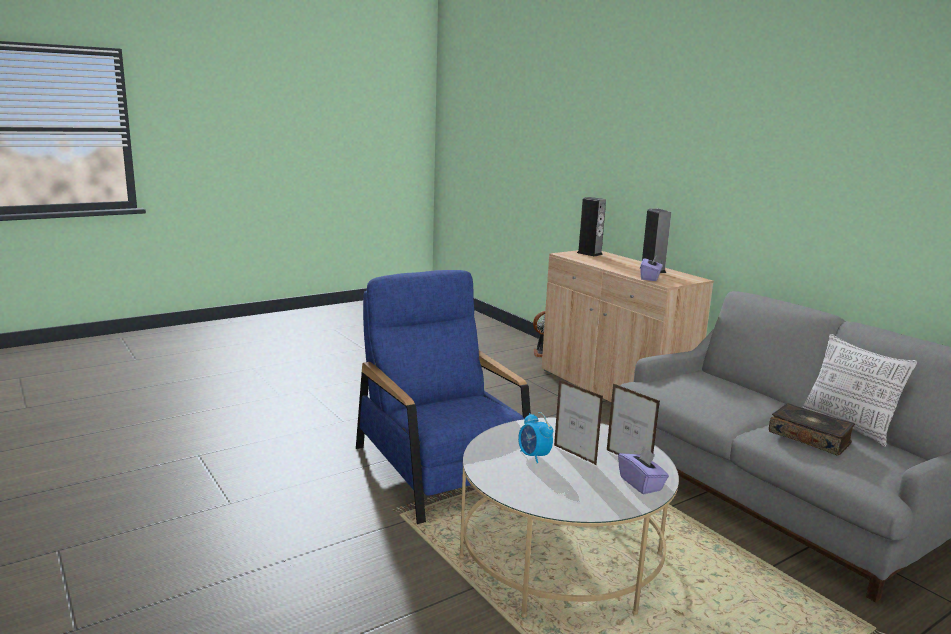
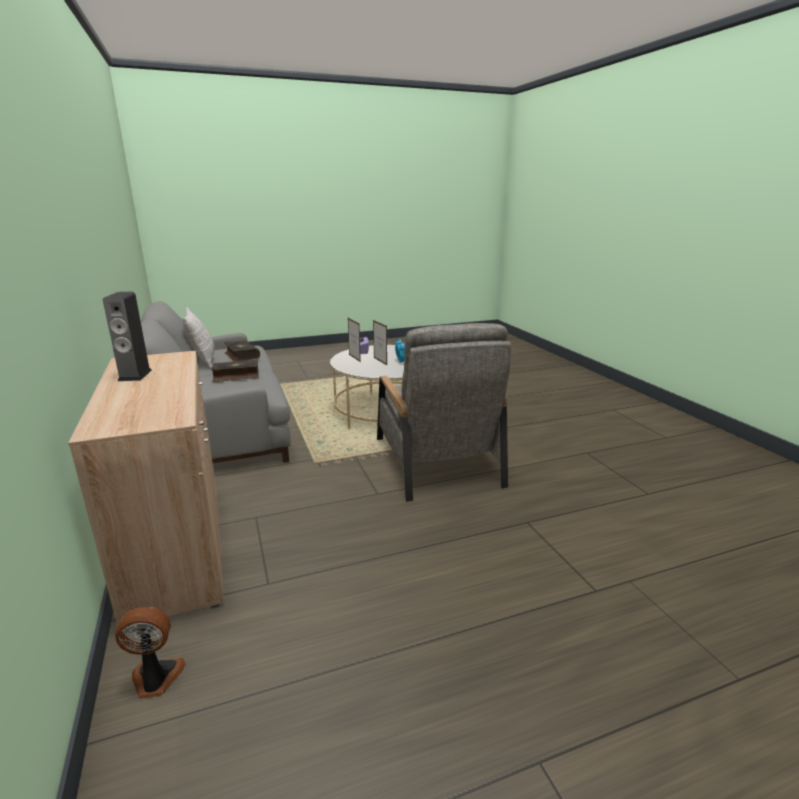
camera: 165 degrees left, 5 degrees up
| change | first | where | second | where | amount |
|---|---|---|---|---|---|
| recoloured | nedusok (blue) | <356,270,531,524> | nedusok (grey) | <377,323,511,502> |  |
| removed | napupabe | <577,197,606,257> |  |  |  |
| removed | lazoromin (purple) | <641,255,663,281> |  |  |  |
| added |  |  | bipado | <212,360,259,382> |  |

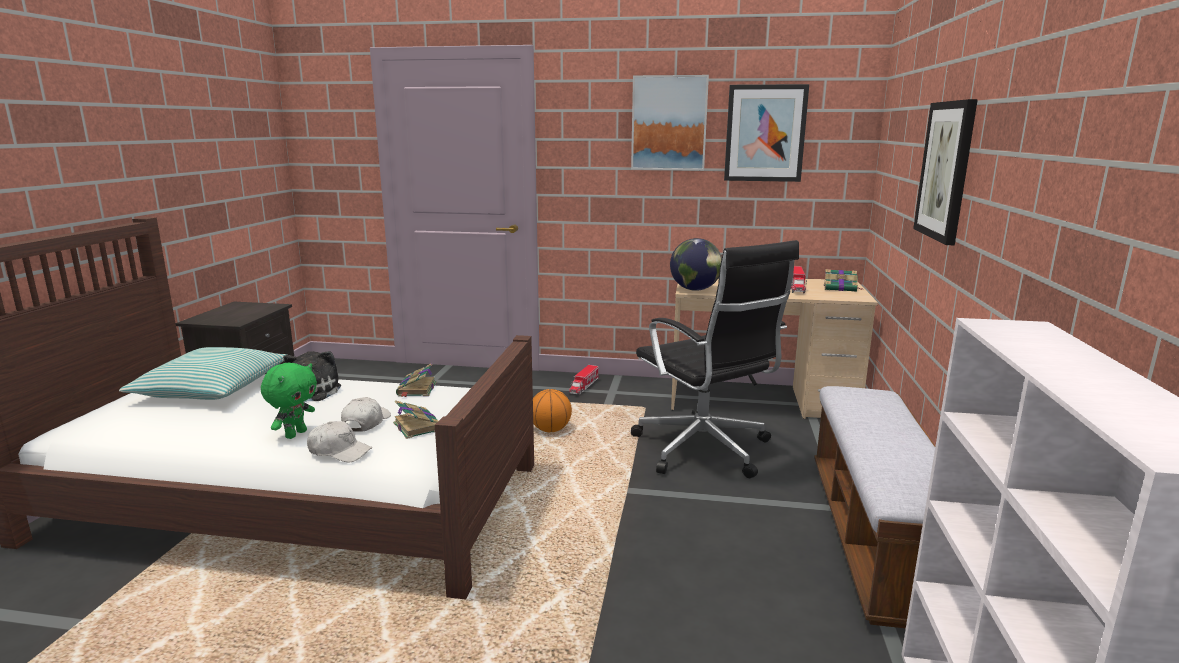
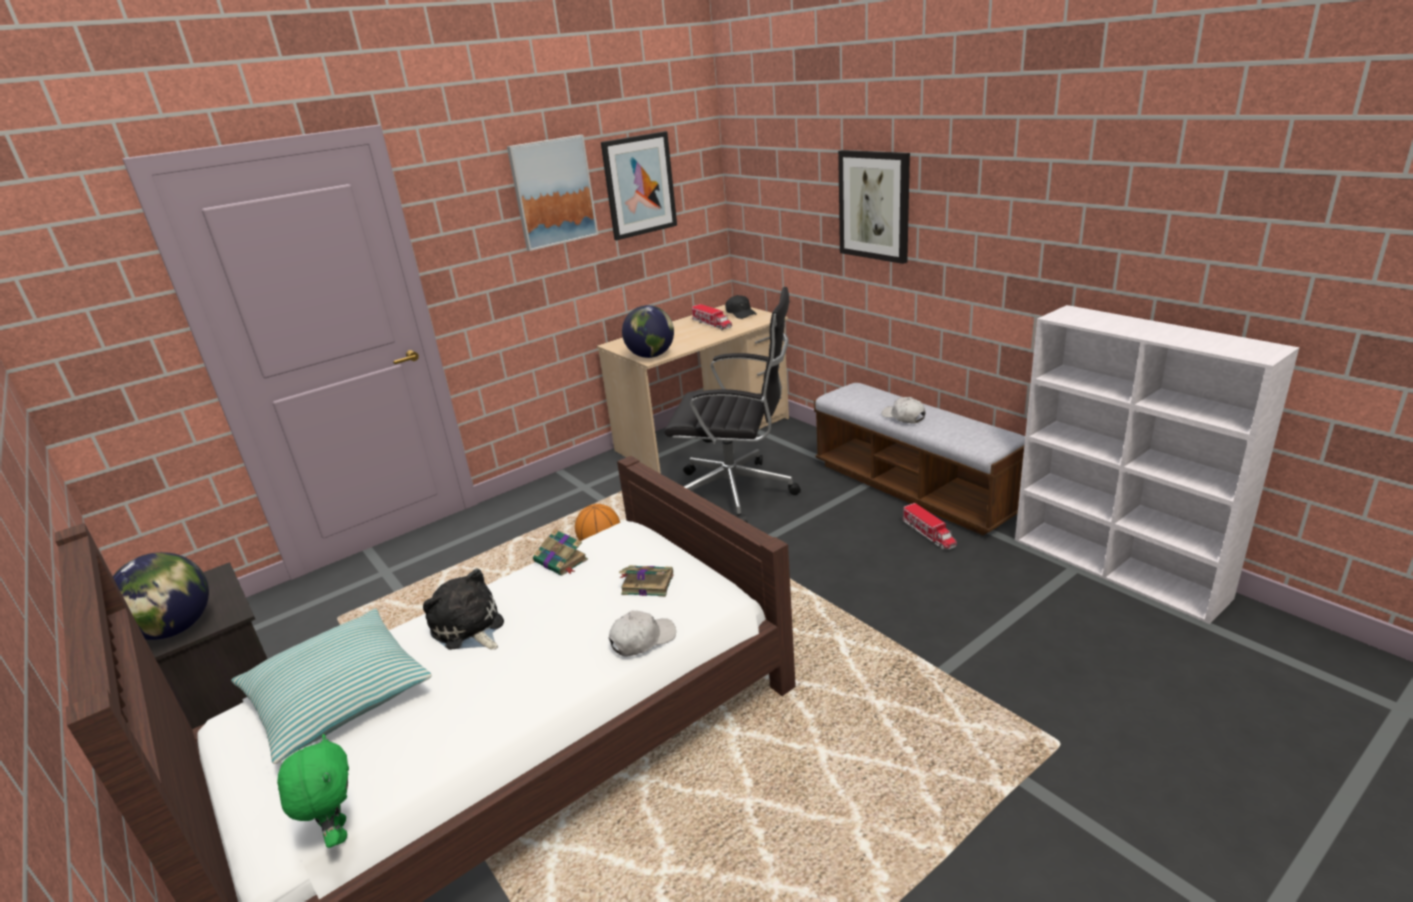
camera: 45 degrees left, 10 degrees up
| change | first | where | second | where | amount |
|---|---|---|---|---|---|
| moved | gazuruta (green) | <261,363,317,439> |  | <277,734,349,848> |  |
| moved | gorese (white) | <341,397,391,432> |  | <882,397,926,424> |  |
| moved | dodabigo | <569,365,599,395> |  | <903,503,957,550> |  |
| replaced | bipado | <824,269,863,292> | gorese (black) | <725,295,757,319> |  |
| added |  |  | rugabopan | <113,552,209,640> |  |

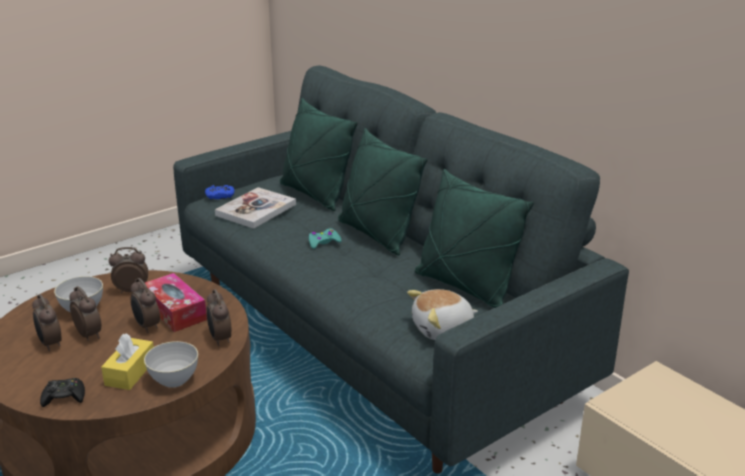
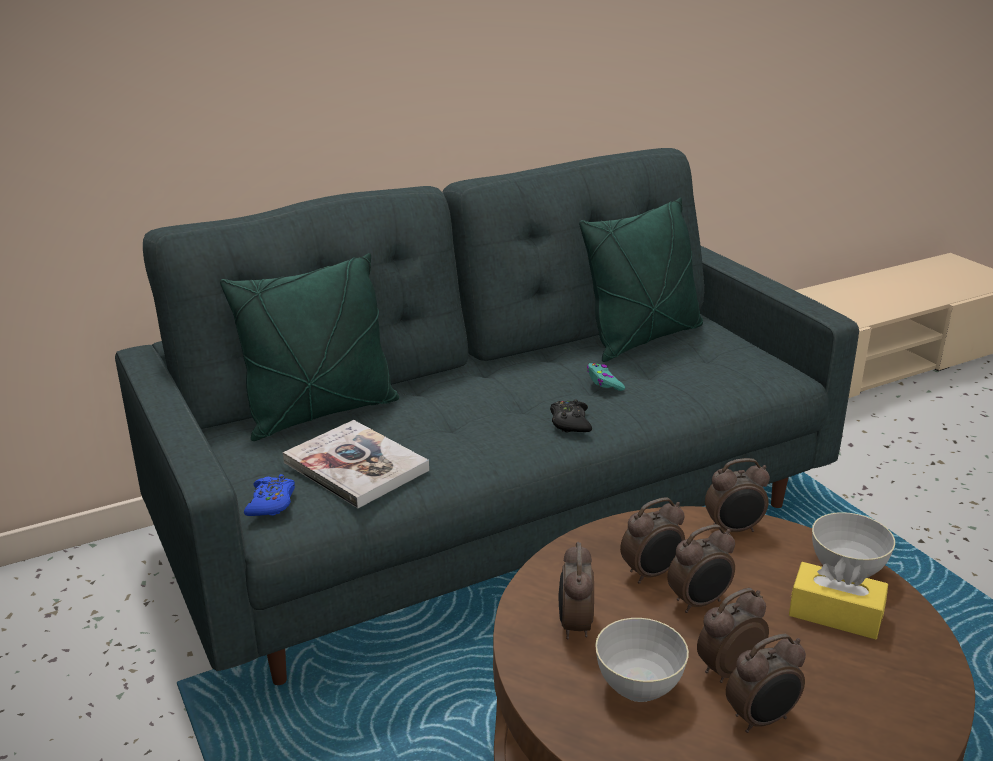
camera: 80 degrees left, 0 degrees up
| change | first | where | second | where | amount |
|---|---|---|---|---|---|
| moved | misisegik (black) | <40,378,85,407> |  | <550,399,592,433> |  |
| replaced | lazoromin | <144,273,207,332> | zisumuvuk | <620,498,685,584> |  |
| moved | misisegik (turquoise) | <308,228,342,249> |  | <587,363,625,391> |  |
| removed | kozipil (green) | <338,128,427,255> |  |  |  |
| removed | gazuruta | <407,289,478,340> |  |  |  |

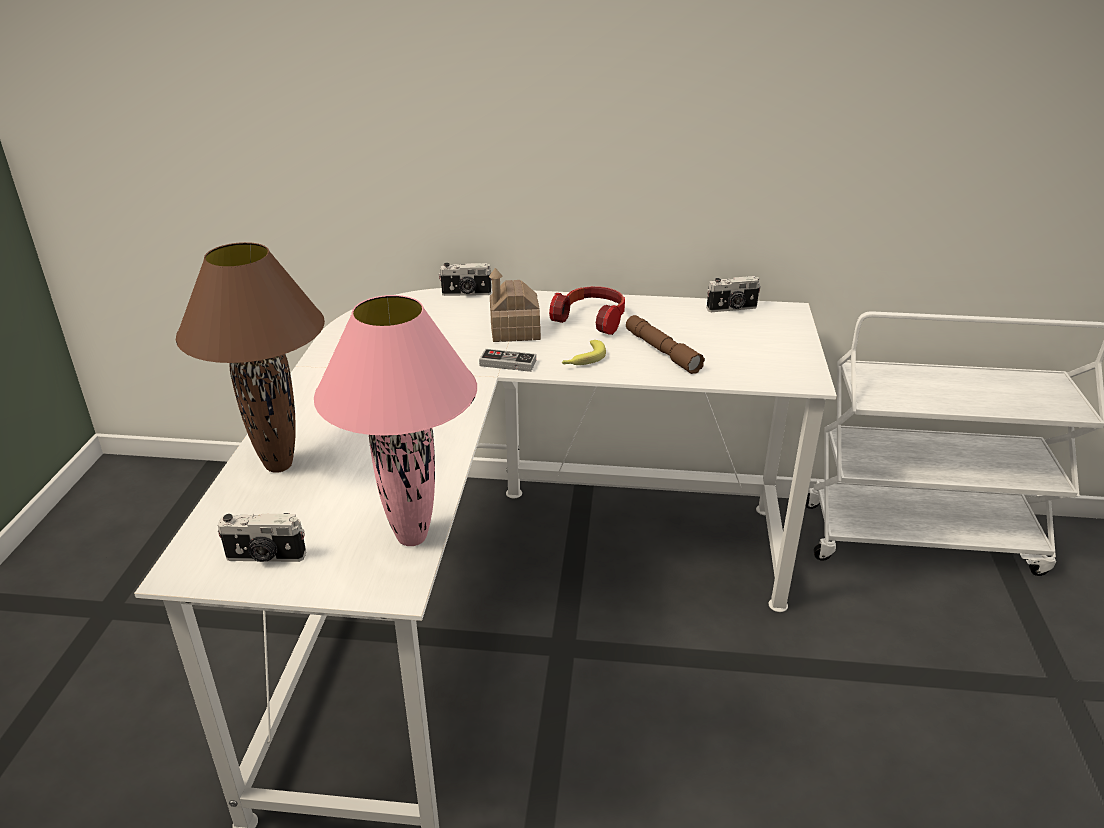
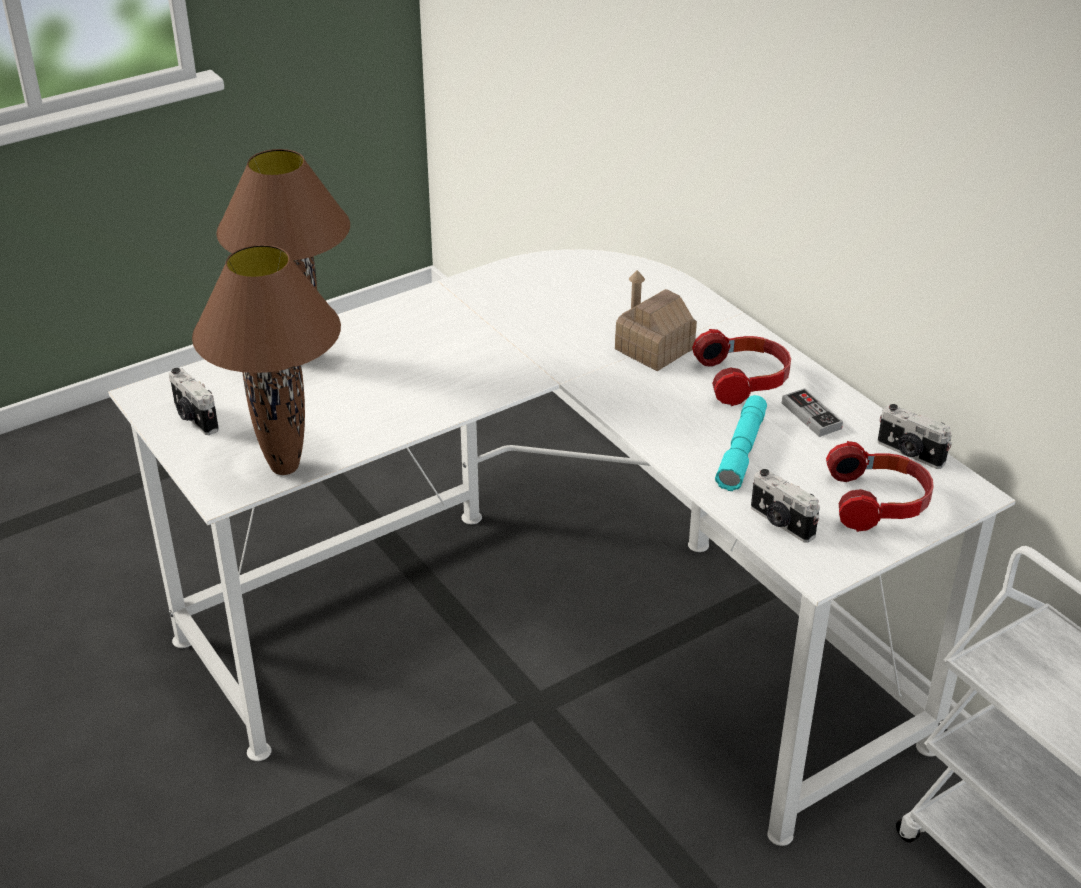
camera: 50 degrees right, 5 degrees up
| change | first | where | second | where | amount |
|---|---|---|---|---|---|
| recoloured | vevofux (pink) | <314,295,477,546> | vevofux (brown) | <192,245,341,475> |  |
| moved | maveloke | <439,263,492,296> |  | <751,469,820,543> |  |
| moved | misisegik | <479,349,536,372> |  | <782,388,843,437> |  |
| removed | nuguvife | <562,340,606,365> |  |  |  |
| recoloured | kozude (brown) | <626,315,705,374> | kozude (turquoise) | <715,395,767,491> |  |
| added |  |  | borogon | <826,441,934,532> |  |

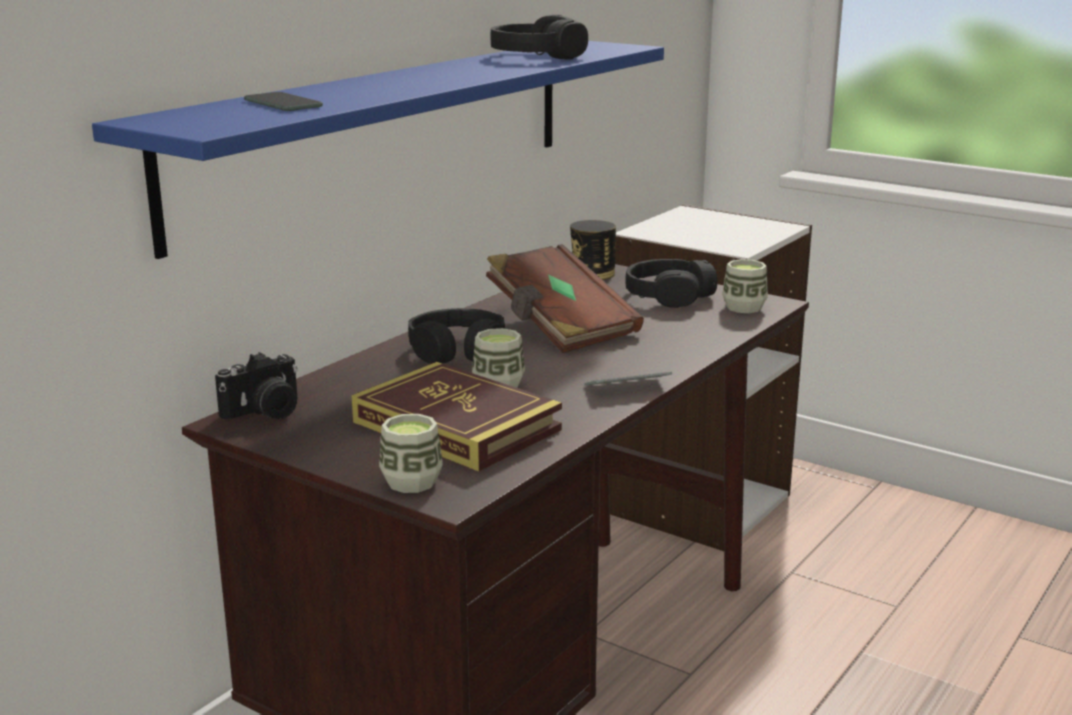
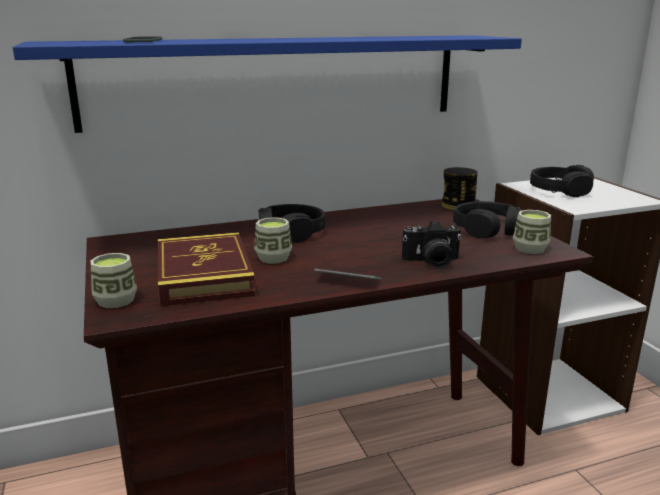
camera: 35 degrees right, 0 degrees up
| change | first | where | second | where | amount |
|---|---|---|---|---|---|
| moved | maveloke | <215,352,298,419> |  | <402,221,461,268> |  |
| removed | bipado (brown) | <486,244,644,353> |  |  |  |
| moved | borogon (black) | <490,15,588,60> |  | <530,165,594,197> |  |

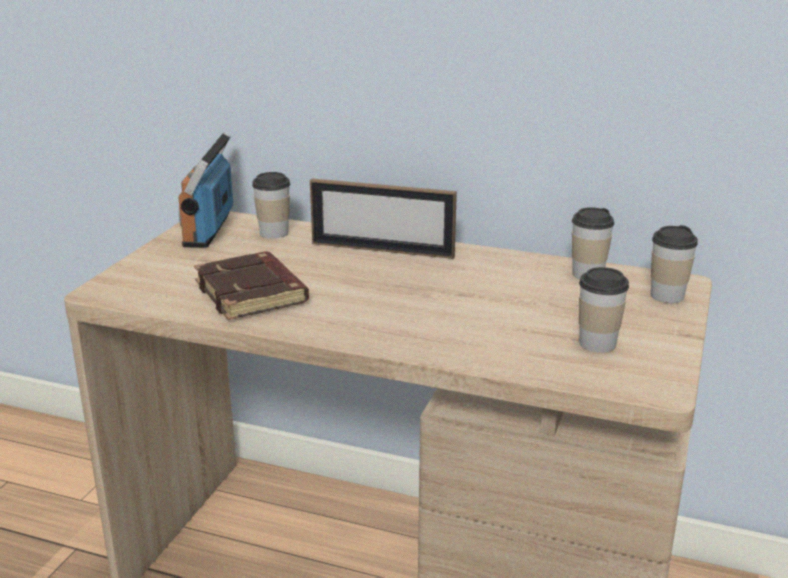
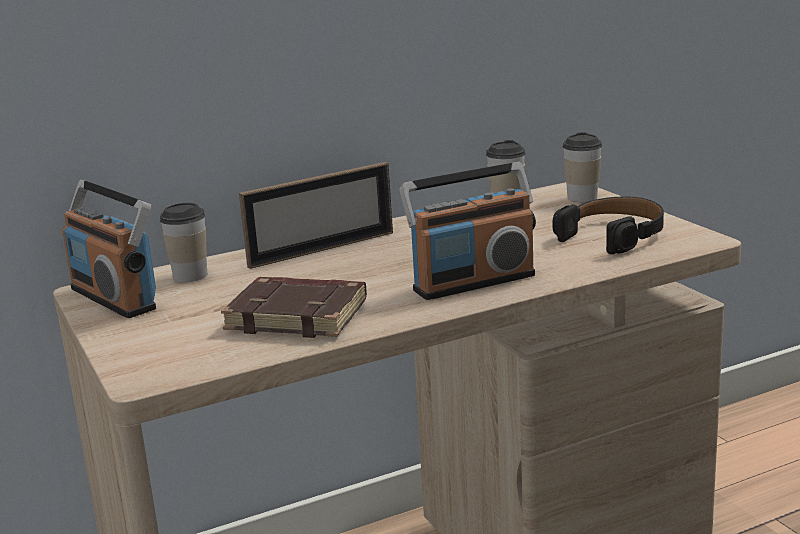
camera: 45 degrees left, 5 degrees down
| change | first | where | second | where | amount |
|---|---|---|---|---|---|
| replaced | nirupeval | <579,267,629,352> | borogon (black) | <552,197,664,254> |  |
| added |  |  | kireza | <400,162,536,300> |  |

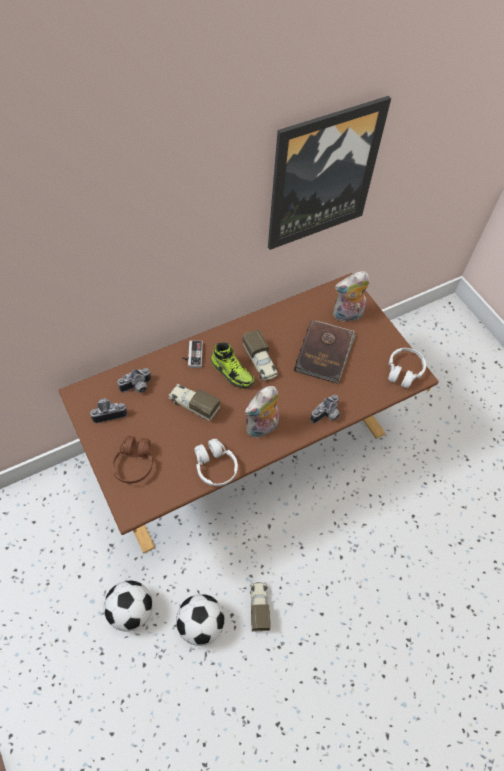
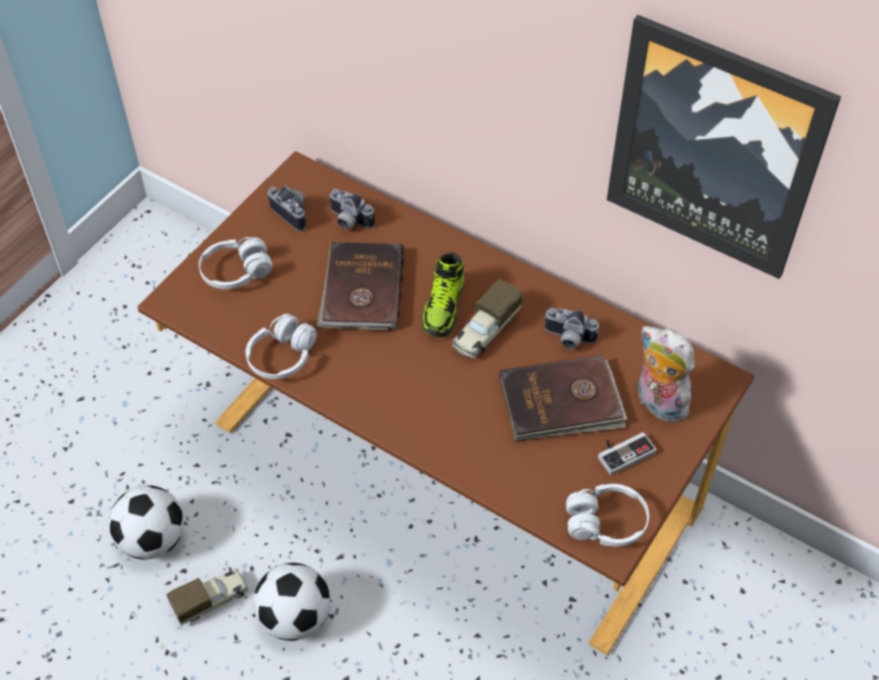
camera: 65 degrees right, 5 degrees down
| change | first | where | second | where | amount |
|---|---|---|---|---|---|
| moved | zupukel | <104,581,153,632> |  | <254,563,330,641> |  |
| recoloured | borogon (brown) | <111,436,153,483> | borogon (white) | <199,237,272,289> |  |
| replaced | dodabigo | <169,384,220,421> | bipado (brown) | <317,242,404,330> |  |
| moved | misisegik | <182,340,203,368> |  | <598,432,656,475> |  |
| removed | gazuruta | <245,386,279,438> |  |  |  |
| moved | maveloke | <310,395,340,424> |  | <544,308,599,349> |  |

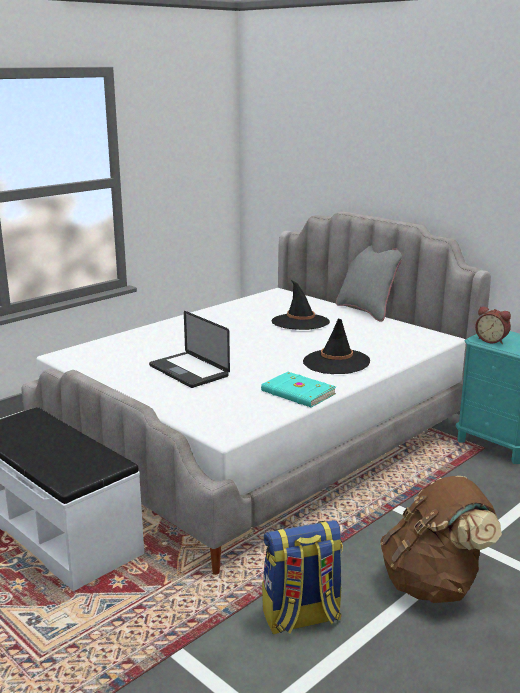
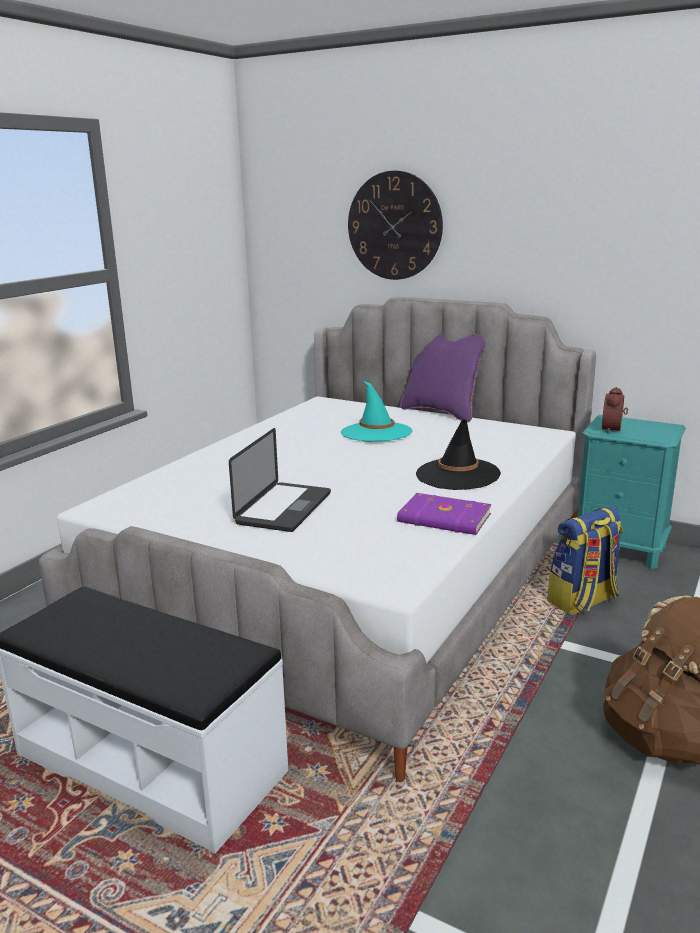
camera: 15 degrees left, 0 degrees up
| change | first | where | second | where | amount |
|---|---|---|---|---|---|
| turned | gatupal | <149,311,230,388> |  | <229,428,331,532> | 105 degrees counterclockwise |
| recoloured | bipado (turquoise) | <261,372,336,408> | bipado (purple) | <397,493,491,535> |  |
| moved | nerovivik | <262,520,343,634> |  | <547,506,623,615> |  |
| recoloured | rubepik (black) | <272,280,330,330> | rubepik (turquoise) | <341,381,412,441> |  |
| recoloured | kozipil (grey) | <336,245,402,322> | kozipil (purple) | <400,333,486,422> |  |
| turned | zisumuvuk | <475,306,511,344> |  | <602,387,628,433> | 90 degrees clockwise |
| added |  |  | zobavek | <348,171,443,280> |  |

